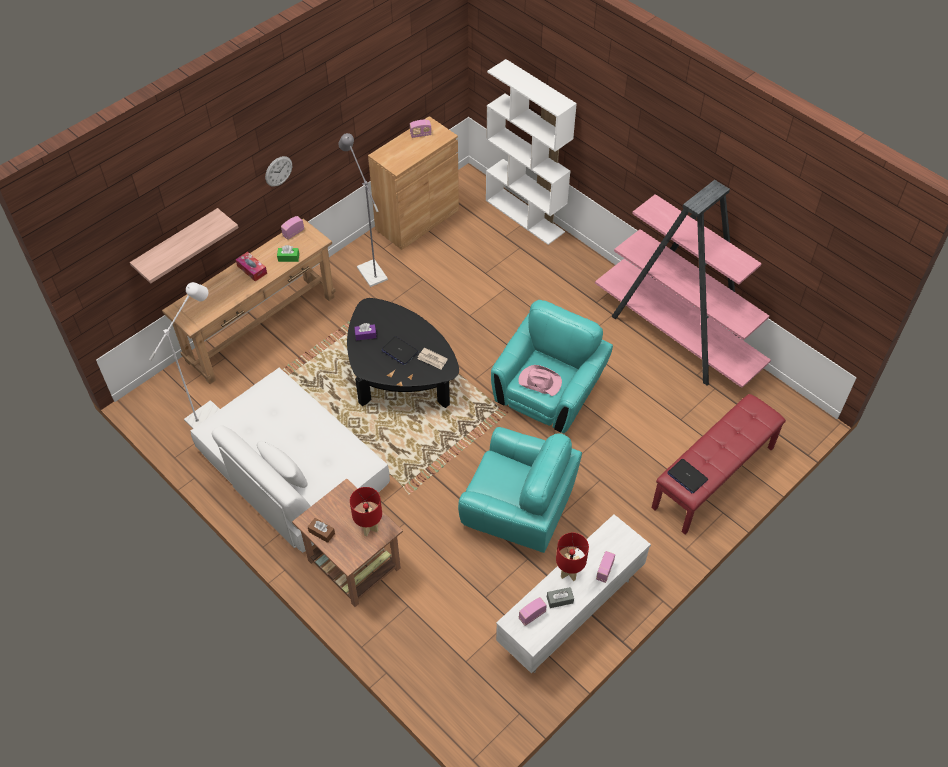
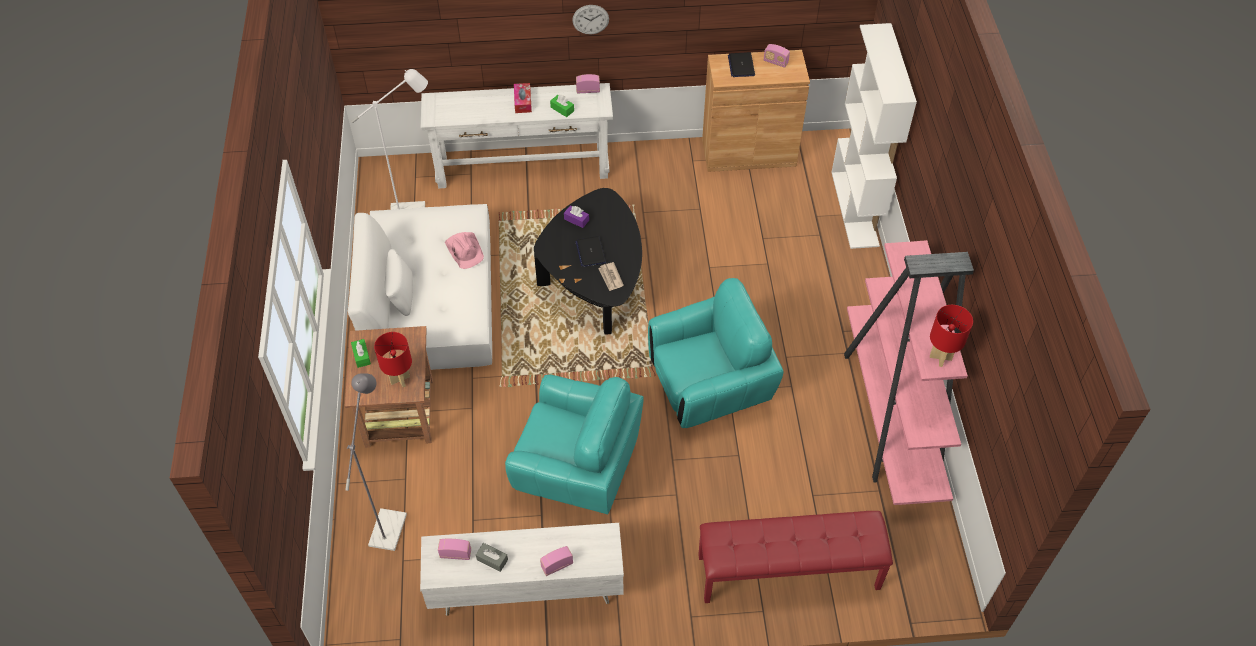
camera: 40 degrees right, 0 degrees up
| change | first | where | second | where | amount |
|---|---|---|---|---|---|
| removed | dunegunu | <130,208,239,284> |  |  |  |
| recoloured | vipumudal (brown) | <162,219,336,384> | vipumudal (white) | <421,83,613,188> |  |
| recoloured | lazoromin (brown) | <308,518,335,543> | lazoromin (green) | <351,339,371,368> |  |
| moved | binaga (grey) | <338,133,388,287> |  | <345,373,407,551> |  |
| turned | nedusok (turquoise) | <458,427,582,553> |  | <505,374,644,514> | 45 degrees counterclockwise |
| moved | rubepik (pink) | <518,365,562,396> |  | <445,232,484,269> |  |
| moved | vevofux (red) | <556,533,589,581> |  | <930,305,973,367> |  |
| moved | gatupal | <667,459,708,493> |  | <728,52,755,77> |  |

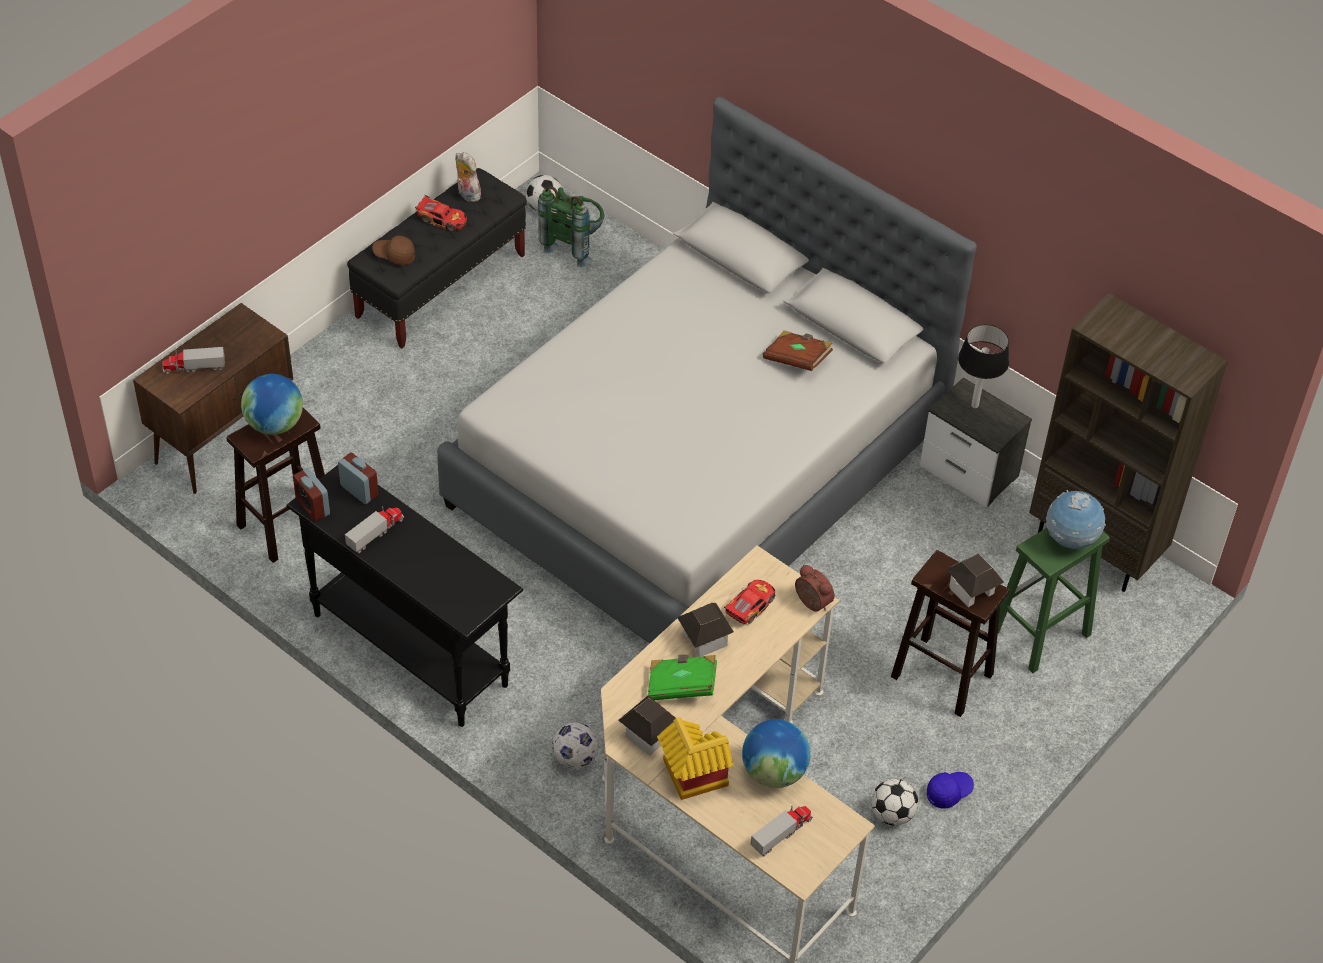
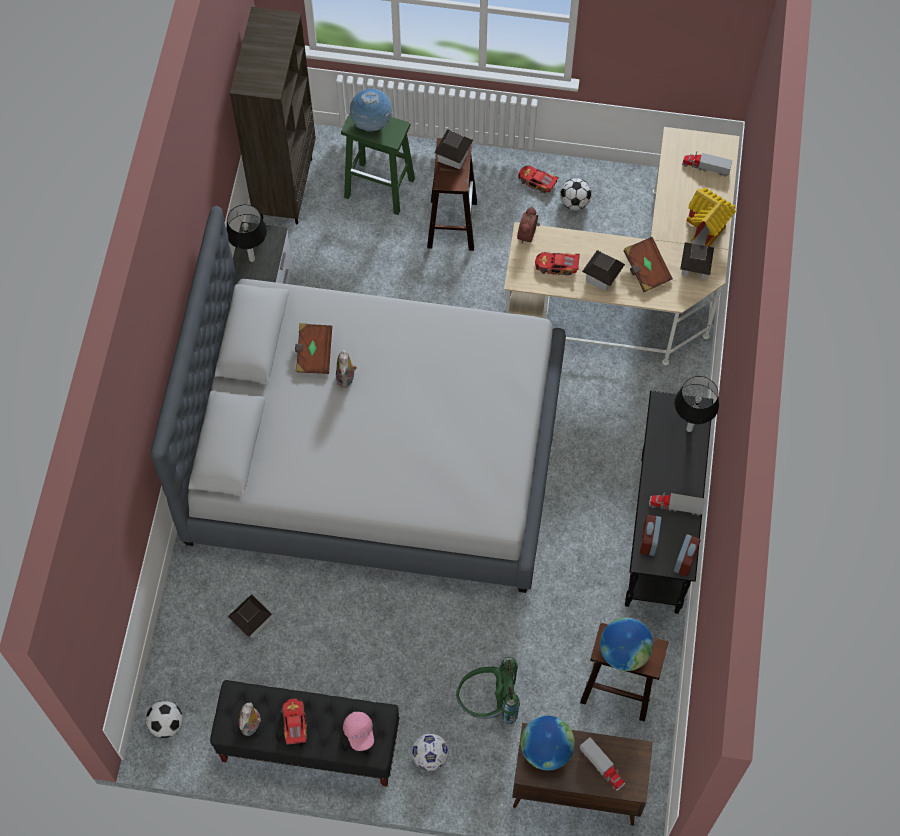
camera: 120 degrees left, 15 degrees up
| change | first | where | second | where | amount |
|---|---|---|---|---|---|
| recoloured | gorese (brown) | <372,235,415,265> | gorese (pink) | <343,712,374,751> |  |
| moved | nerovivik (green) | <538,186,604,267> |  | <456,657,520,724> |  |
| moved | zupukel | <552,722,598,769> |  | <412,734,449,771> |  |
| recoloured | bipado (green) | <648,655,717,700> | bipado (brown) | <623,237,673,292> |  |
| moved | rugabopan | <742,719,811,788> |  | <521,716,575,770> |  |
| replaced | gorese (blue) | <927,772,974,808> | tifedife | <518,165,559,193> |  |
| added |  |  | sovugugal | <228,594,272,638> |  |
| added |  |  | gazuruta | <336,350,357,388> |  |
| added |  |  | vevofux | <674,376,719,432> |  |

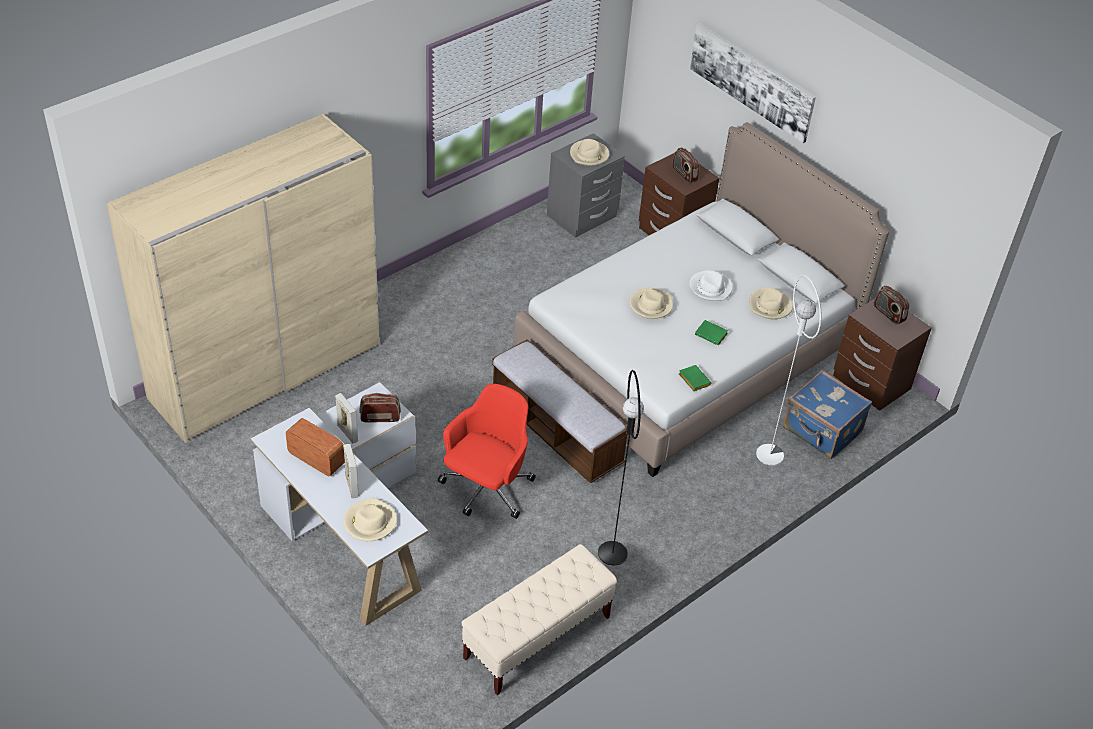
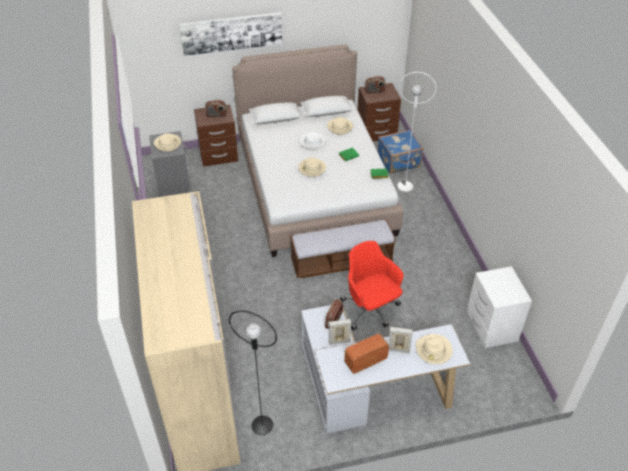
camera: 60 degrees left, 0 degrees up
| change | first | where | second | where | amount |
|---|---|---|---|---|---|
| replaced | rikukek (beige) | <462,544,617,695> | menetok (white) | <467,266,532,348> |  |
| moved | binaga (black) | <598,370,644,566> |  | <229,311,277,435> |  |

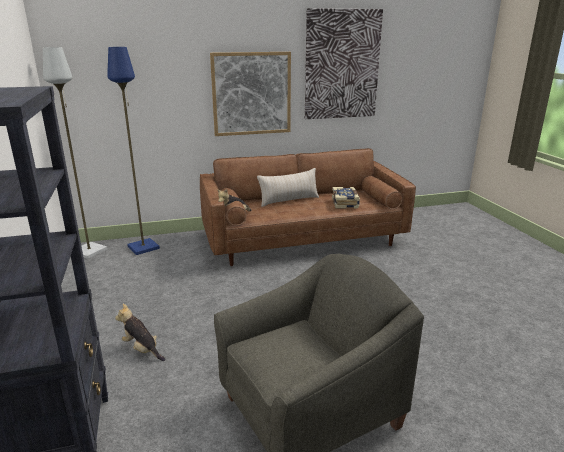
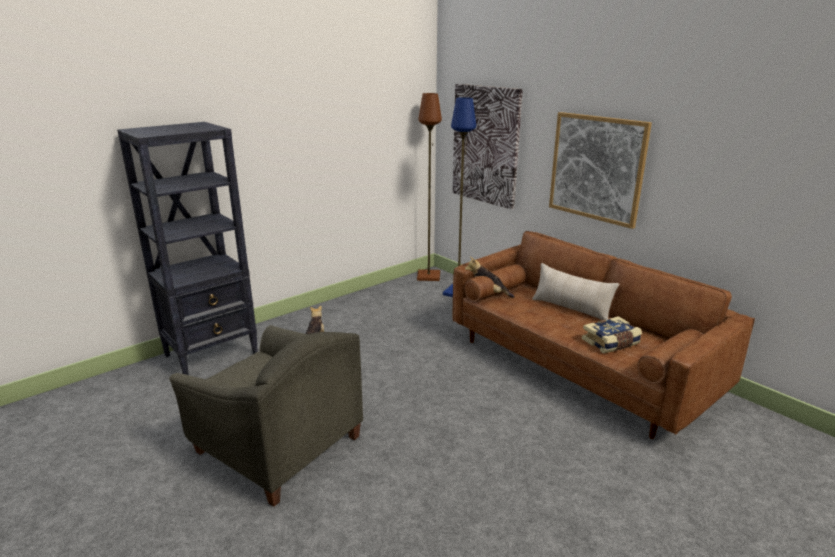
camera: 65 degrees right, 0 degrees up
| change | first | where | second | where | amount |
|---|---|---|---|---|---|
| recoloured | binaga (grey) | <43,47,107,259> | binaga (brown) | <417,93,442,281> |  |
| moved | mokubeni | <305,8,383,119> |  | <453,84,523,210> |  |

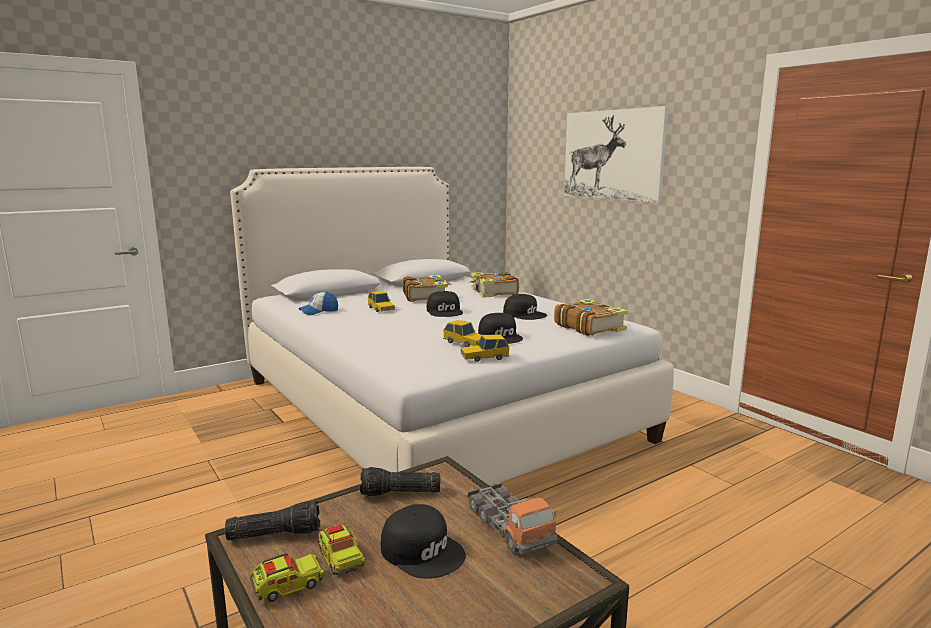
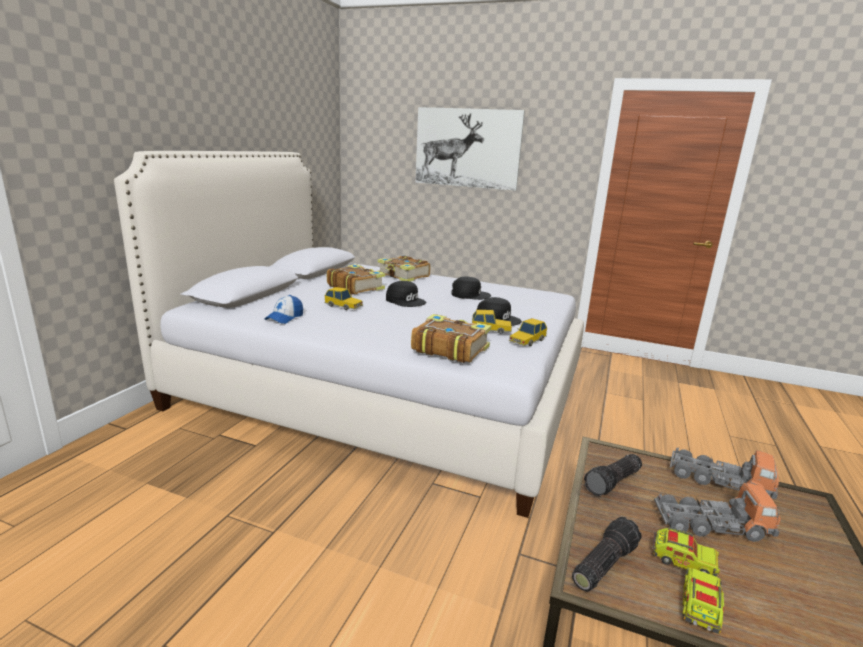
camera: 35 degrees left, 5 degrees up
| change | first | where | second | where | amount |
|---|---|---|---|---|---|
| replaced | gorese (black) | <381,504,466,579> | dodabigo | <654,483,781,542> |  |
| moved | bipado | <554,299,628,336> |  | <411,314,492,363> |  |

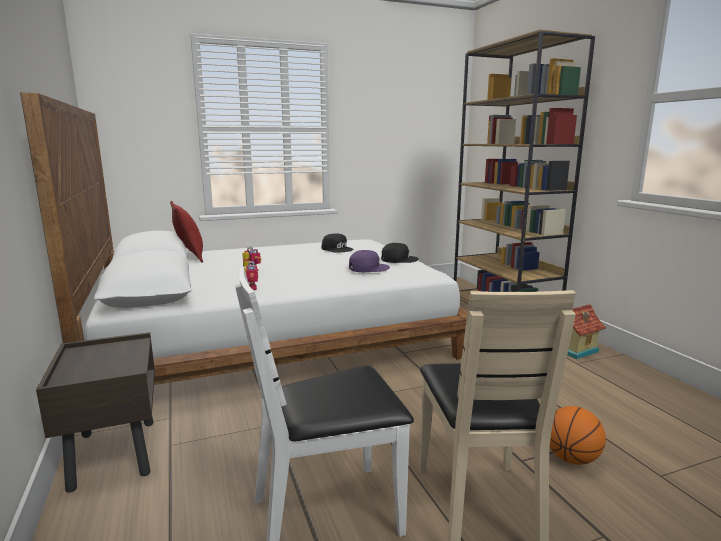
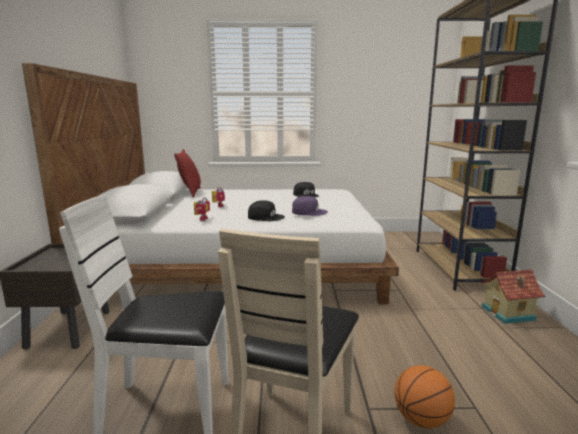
camera: 20 degrees right, 0 degrees up
| change | first | where | second | where | amount |
|---|---|---|---|---|---|
| moved | gorese (black) | <381,243,419,263> |  | <248,200,285,221> |  |

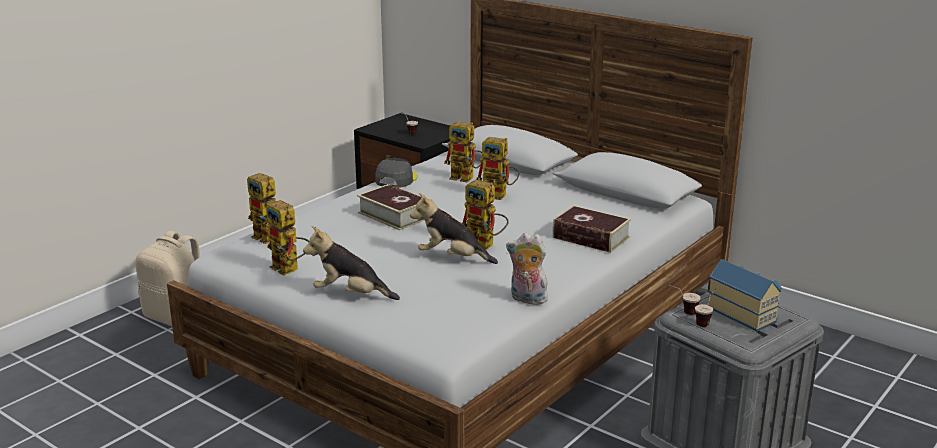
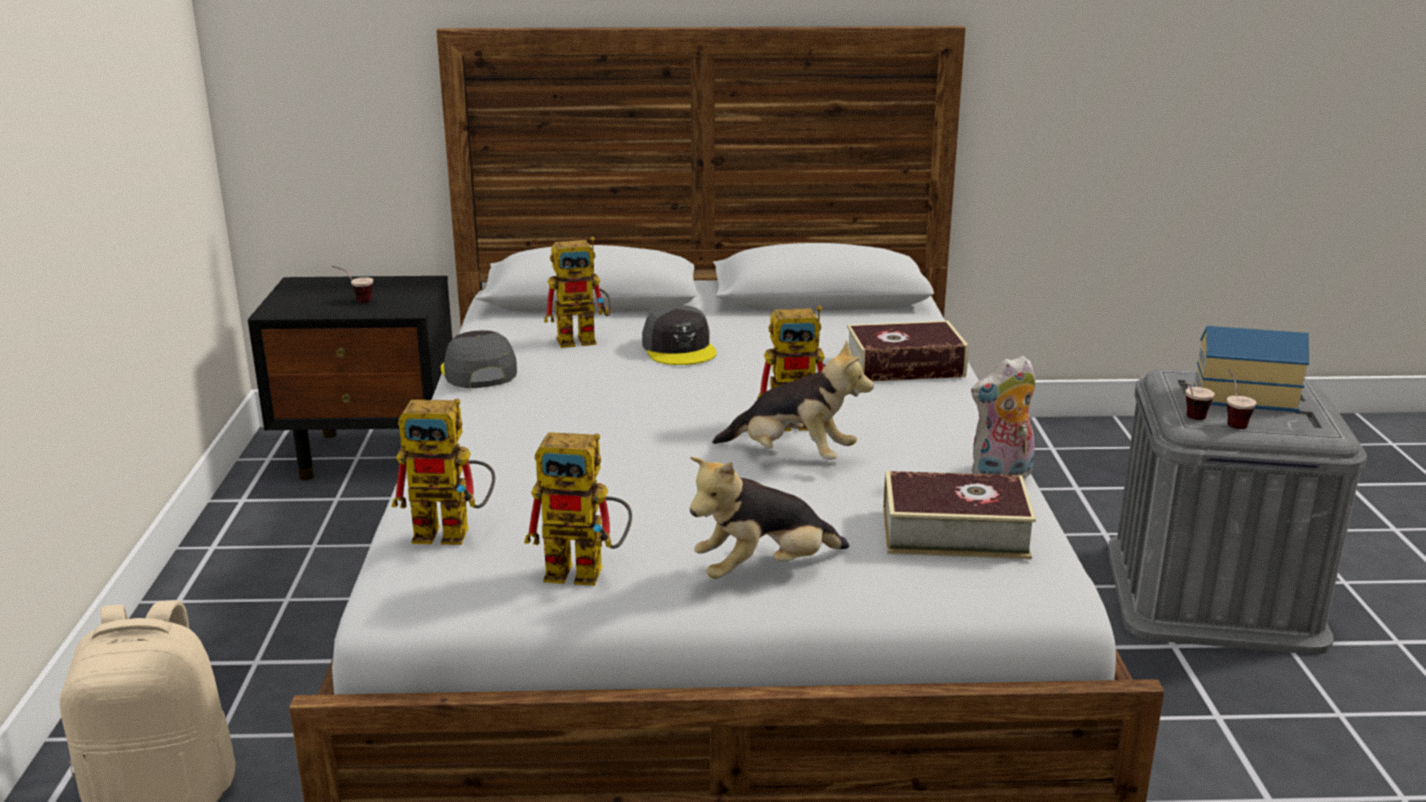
camera: 40 degrees left, 0 degrees up
| change | first | where | second | where | amount |
|---|---|---|---|---|---|
| moved | bipado | <357,184,425,230> |  | <883,471,1036,559> |  |
| turned | gazuruta | <410,193,498,264> |  | <712,340,874,460> | 135 degrees counterclockwise |
| replaced | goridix | <476,137,520,200> | gorese (grey) | <642,305,717,365> |  |

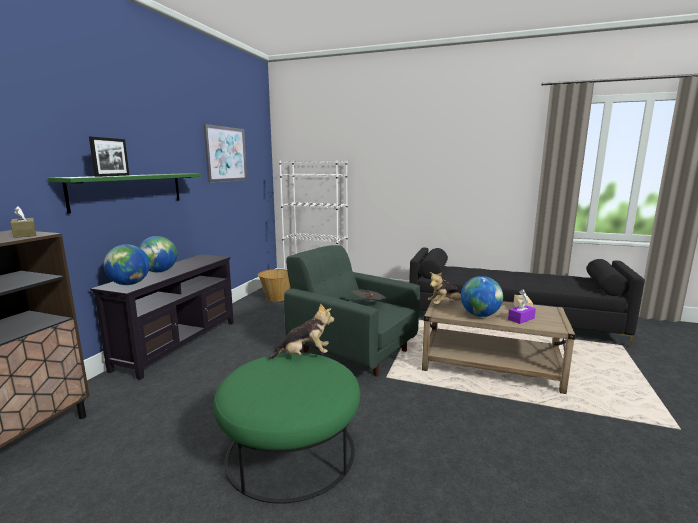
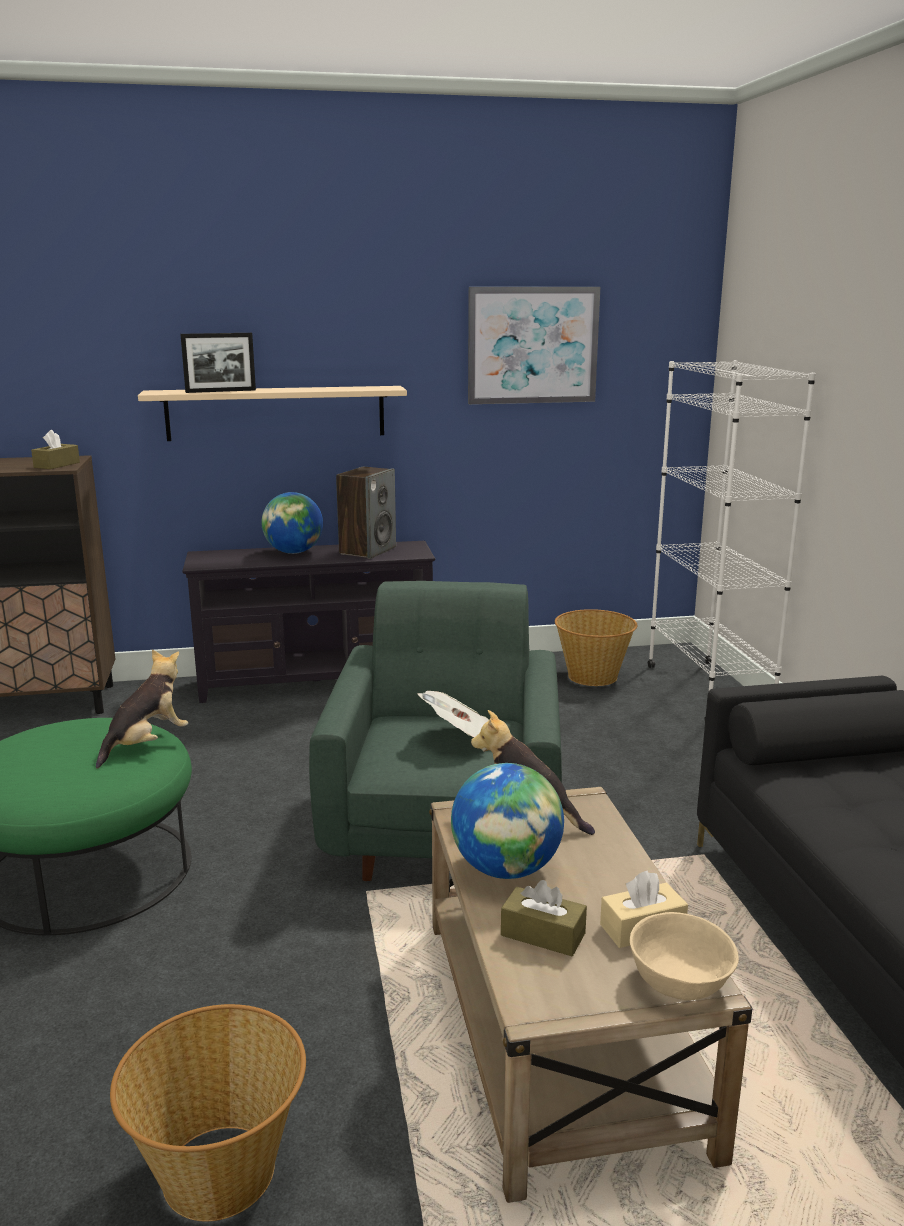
camera: 60 degrees right, 5 degrees up
| change | first | where | second | where | amount |
|---|---|---|---|---|---|
| recoloured | dunegunu (green) | <48,173,202,214> | dunegunu (beige) | <138,386,407,441> |  |
| removed | rugabopan | <103,244,150,285> |  |  |  |
| turned | gazuruta | <268,303,334,360> |  | <96,649,188,769> | 105 degrees counterclockwise |
| recoloured | lazoromin (purple) | <508,299,536,324> | lazoromin (brown) | <501,880,587,956> |  |
| added |  |  | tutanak | <110,1004,306,1221> |  |
| added |  |  | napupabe | <336,467,396,559> |  |
| added |  |  | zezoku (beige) | <630,912,739,1000> |  |

